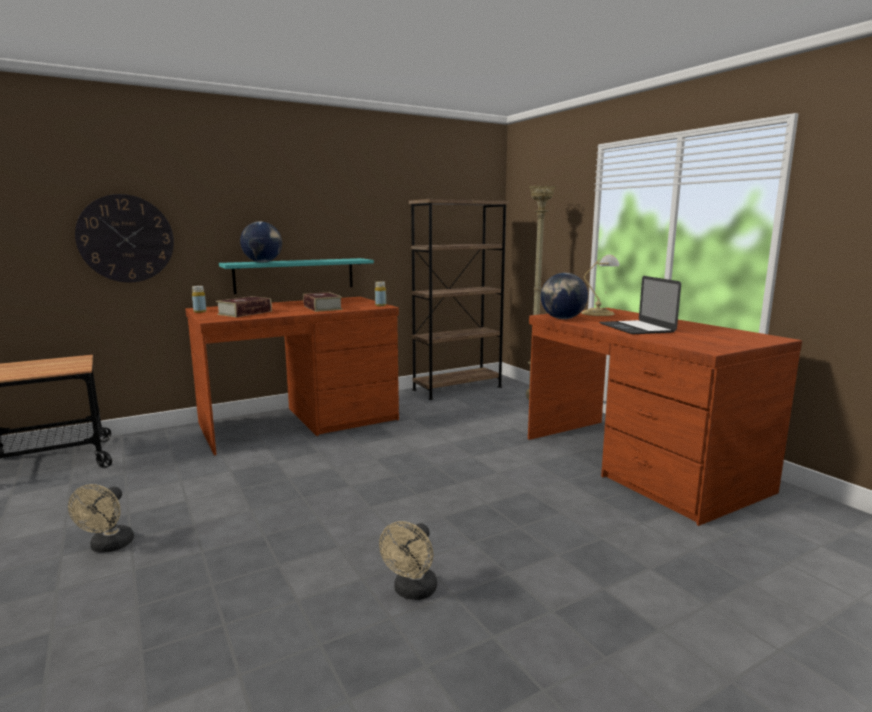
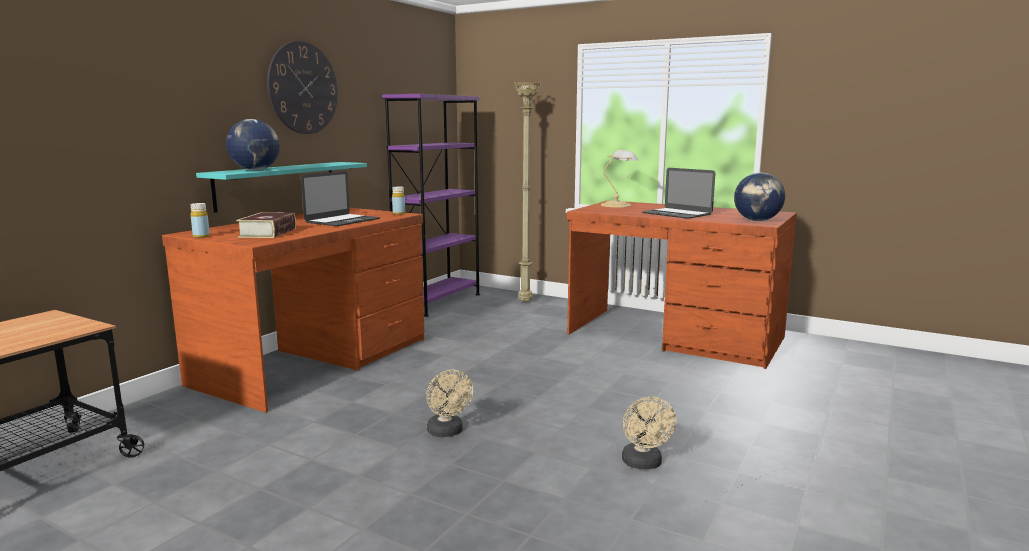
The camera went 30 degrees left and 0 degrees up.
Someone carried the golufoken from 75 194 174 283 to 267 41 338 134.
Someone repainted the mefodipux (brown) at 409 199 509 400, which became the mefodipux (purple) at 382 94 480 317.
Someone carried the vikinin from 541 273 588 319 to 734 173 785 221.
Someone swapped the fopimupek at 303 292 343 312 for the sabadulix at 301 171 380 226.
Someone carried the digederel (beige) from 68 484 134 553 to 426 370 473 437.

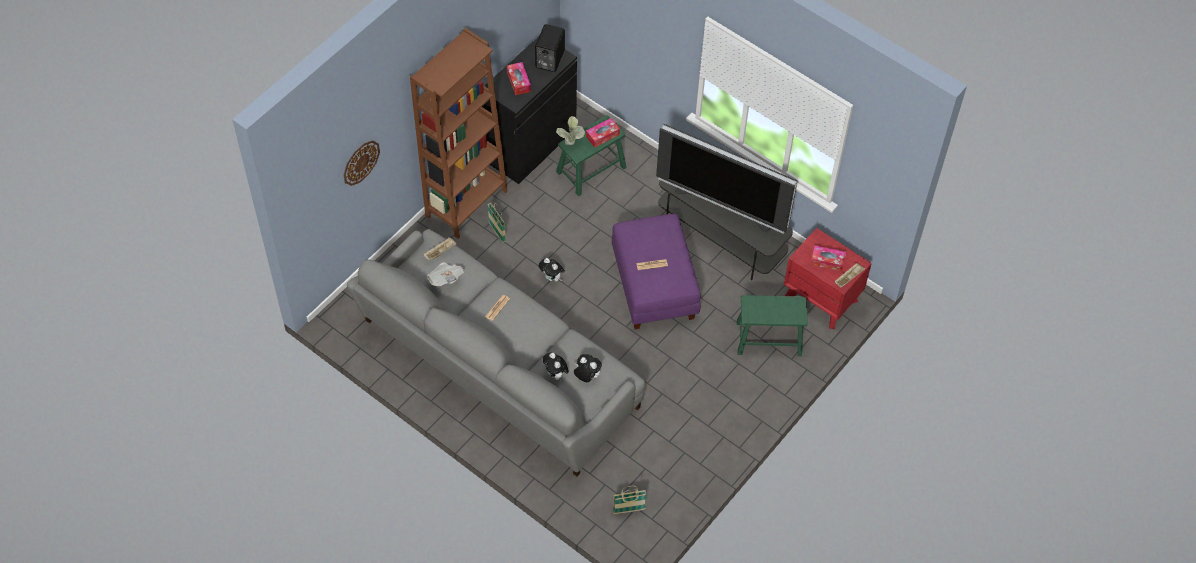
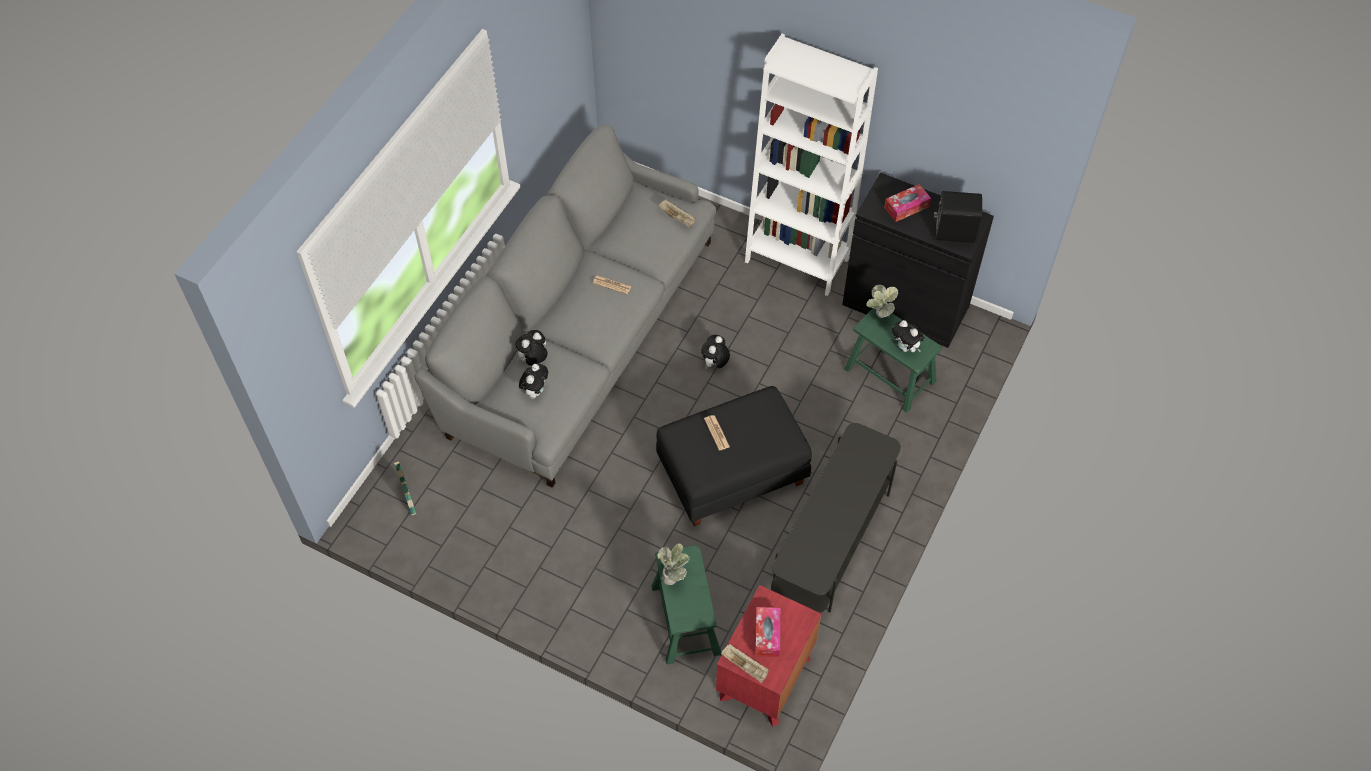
The camera went 80 degrees right and 0 degrees up.
Someone repainted the mefodipux (brown) at 410 28 508 239, which became the mefodipux (white) at 745 34 878 296.
Someone swapped the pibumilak at 586 118 620 148 for the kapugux at 892 320 925 352.
Someone took away the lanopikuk at 656 124 797 234.
Someone took away the golufoken at 344 140 380 186.
Someone took away the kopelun at 488 203 506 243.
Someone repainted the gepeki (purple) at 612 214 701 329, which became the gepeki (black) at 656 386 812 526.
Someone took away the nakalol at 427 262 464 286.
Someone put down the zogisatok at 657 543 690 585.

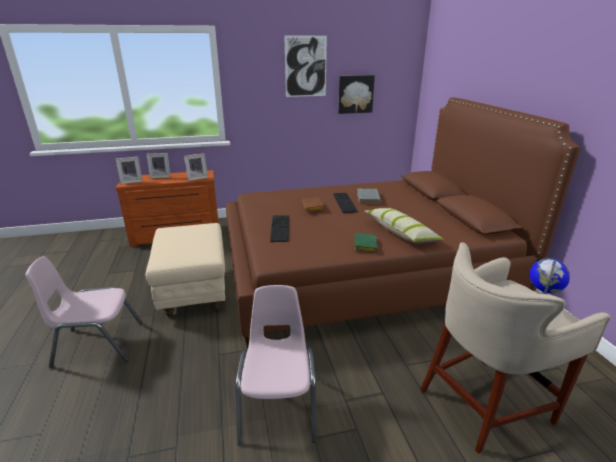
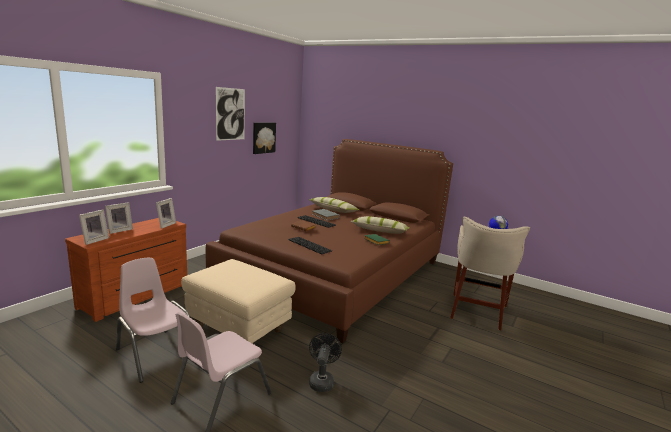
The camera went 45 degrees left and 10 degrees down.
Someone carried the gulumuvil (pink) from 235 285 316 446 to 116 258 190 383.
Someone put down the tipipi at 309 197 359 213.
Someone put down the digederel (black) at 309 333 342 392.

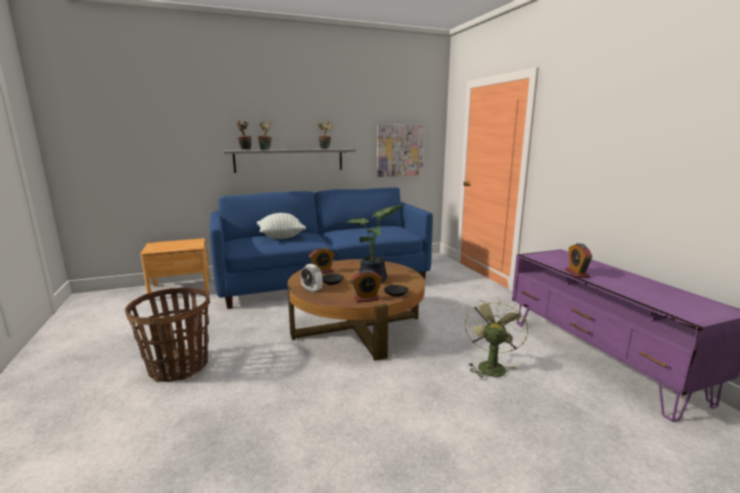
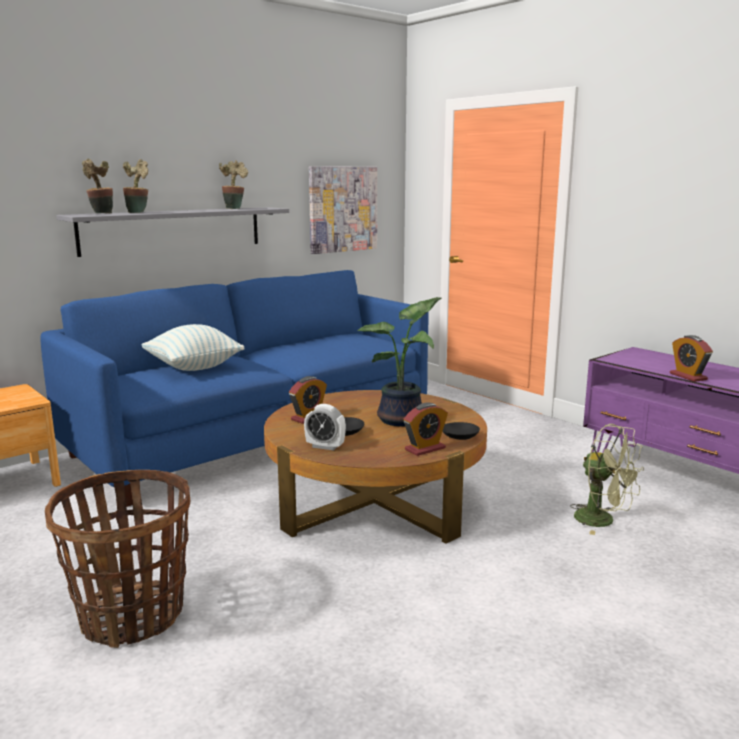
The camera went 20 degrees left and 0 degrees up.
Someone rotated the digederel (green) at 465 298 528 380 by 135 degrees clockwise.

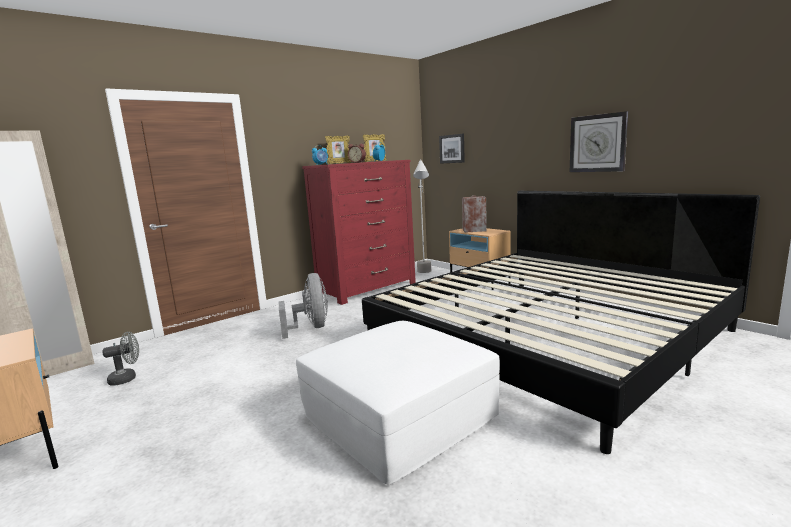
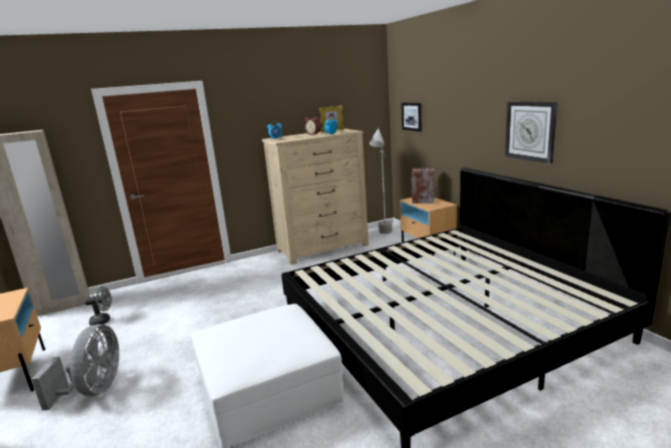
The camera went 15 degrees right and 5 degrees up.
Someone took away the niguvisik at 325 136 351 164.
Someone repainted the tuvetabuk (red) at 302 160 416 305, which became the tuvetabuk (beige) at 262 129 369 265.
Someone carried the digederel (grey) from 279 273 328 339 to 31 324 119 410.

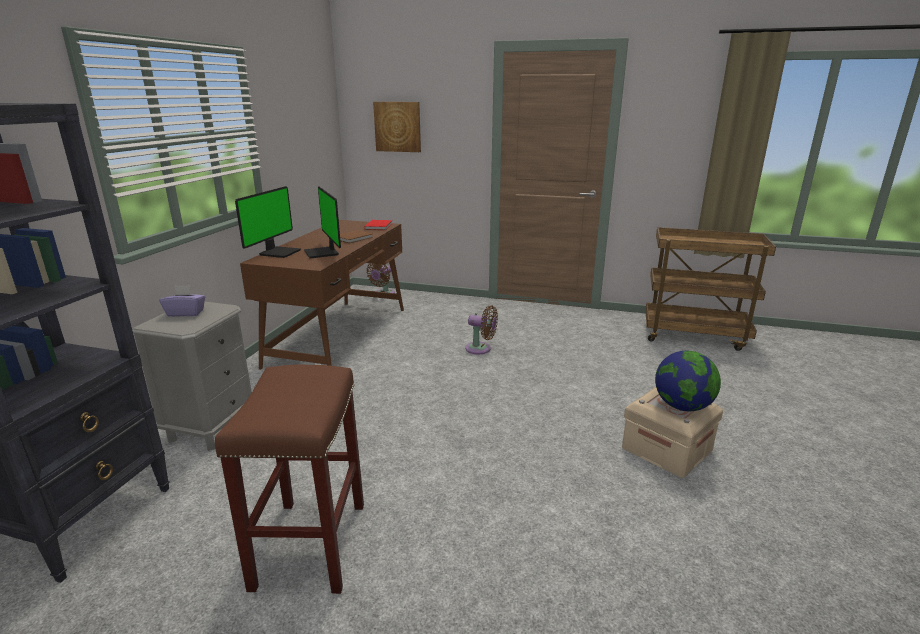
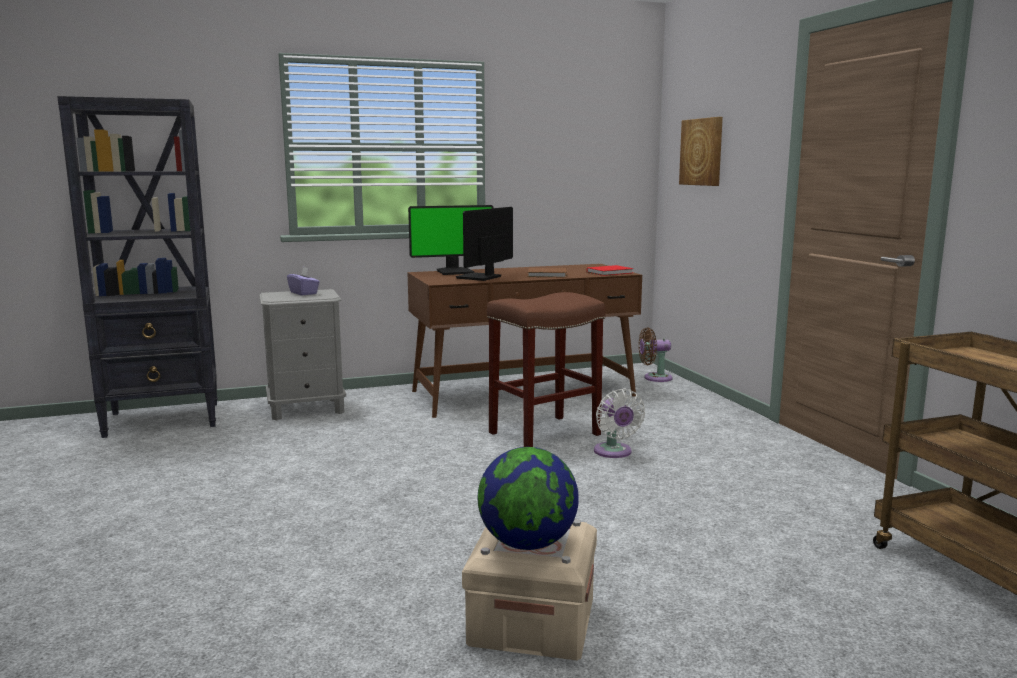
The camera went 55 degrees right and 10 degrees down.
Someone repainted the digederel (brown) at 465 305 498 354, which became the digederel (white) at 594 389 645 458.
Someone carried the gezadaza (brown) from 215 365 364 594 to 487 292 605 447.

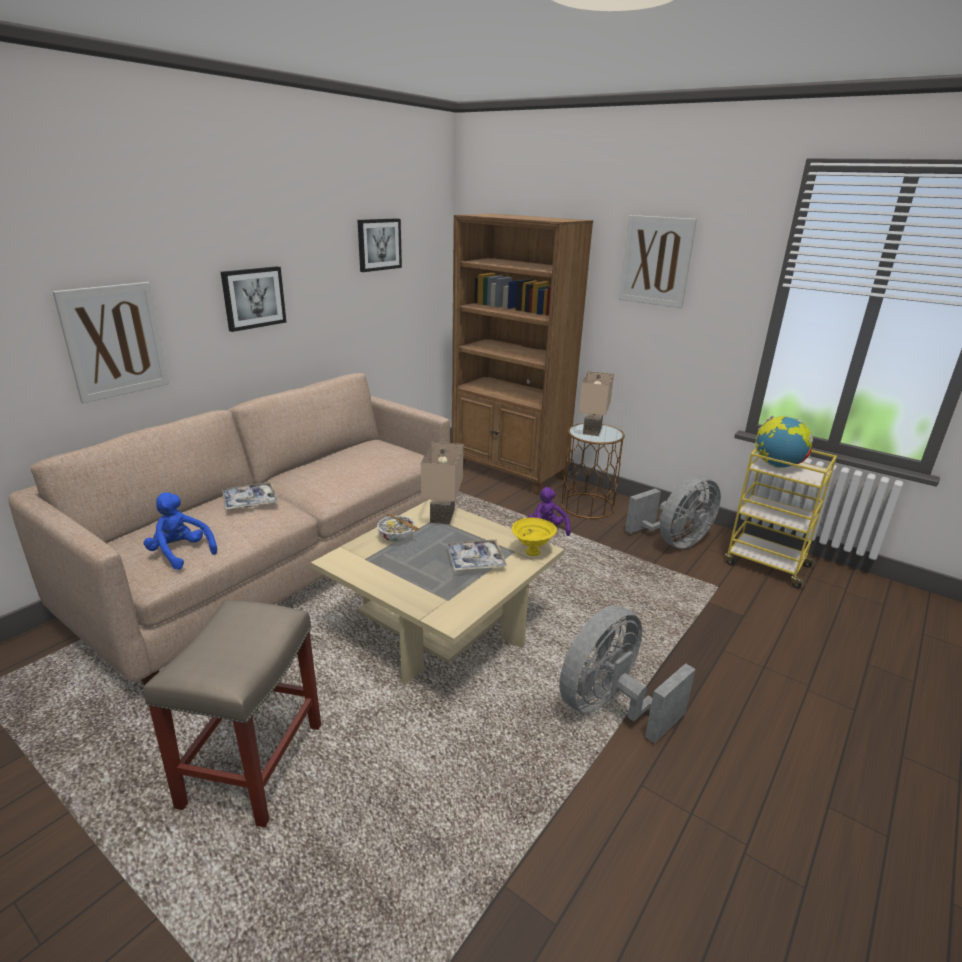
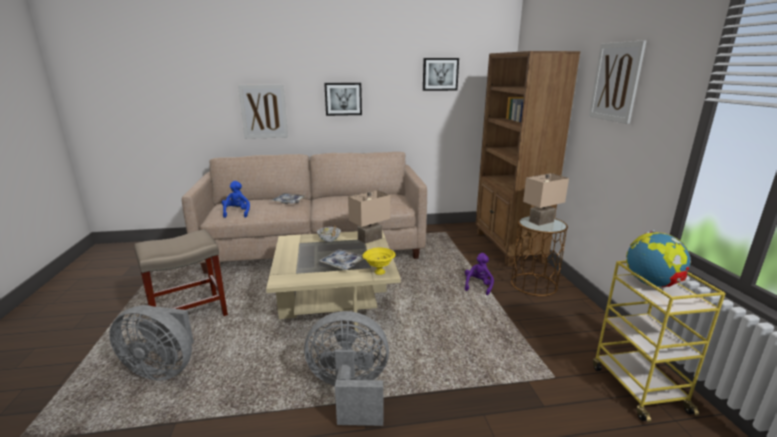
The camera went 45 degrees right and 5 degrees down.
Someone carried the digederel (grey) from 625 476 721 549 to 109 305 194 381.

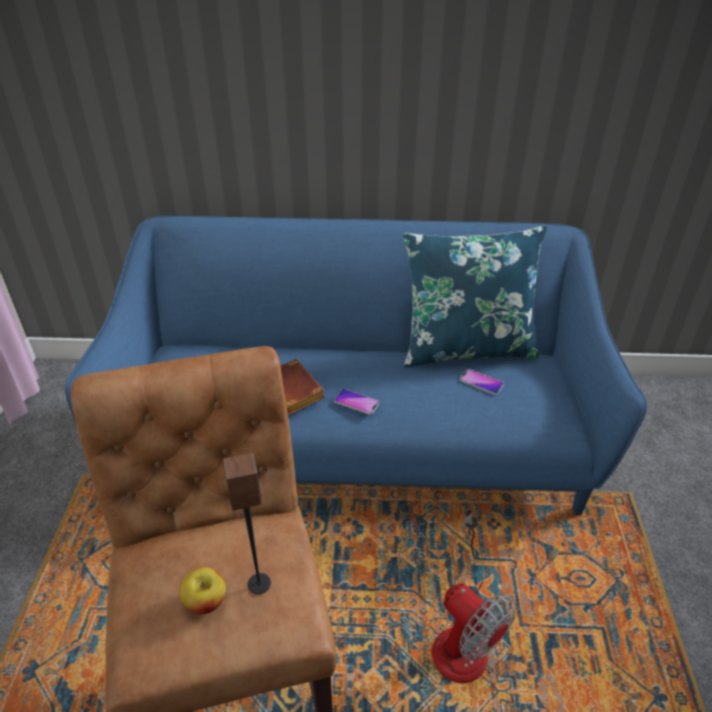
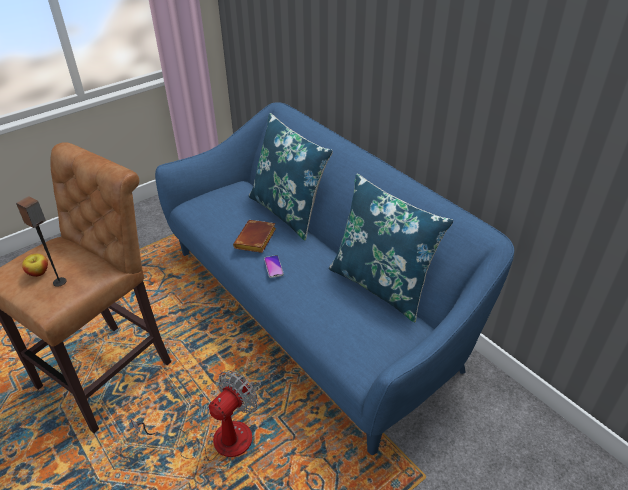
The camera went 50 degrees right and 0 degrees up.
Someone took away the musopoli at 460 369 504 395.
Someone rotated the digederel at 430 513 516 683 by 150 degrees counterclockwise.
Someone put down the tipipi (blue) at 249 113 333 241.

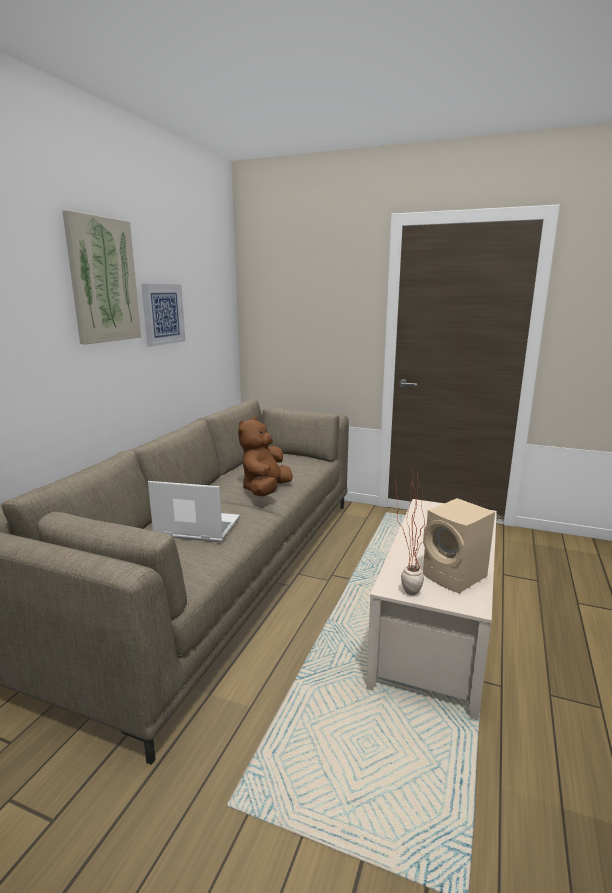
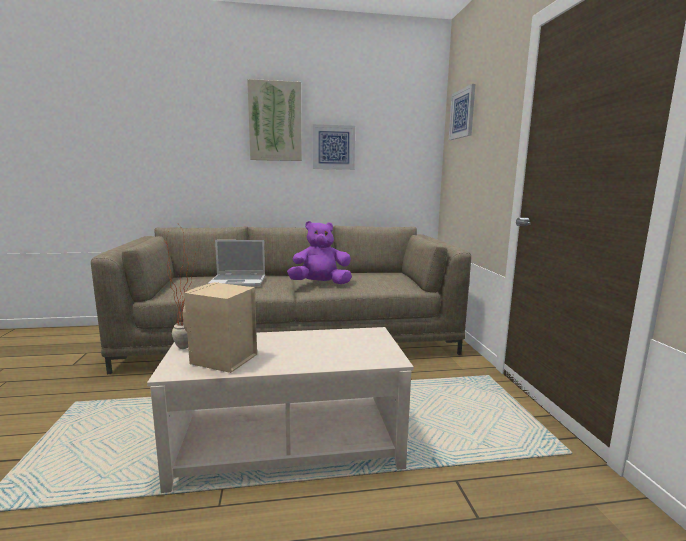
The camera went 60 degrees right and 5 degrees down.
Someone repainted the kapugux (brown) at 238 417 293 496, which became the kapugux (purple) at 287 221 352 284.
Someone rotated the sabadulix at 148 481 240 542 by 105 degrees clockwise.
Someone put up the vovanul at 449 84 475 140.

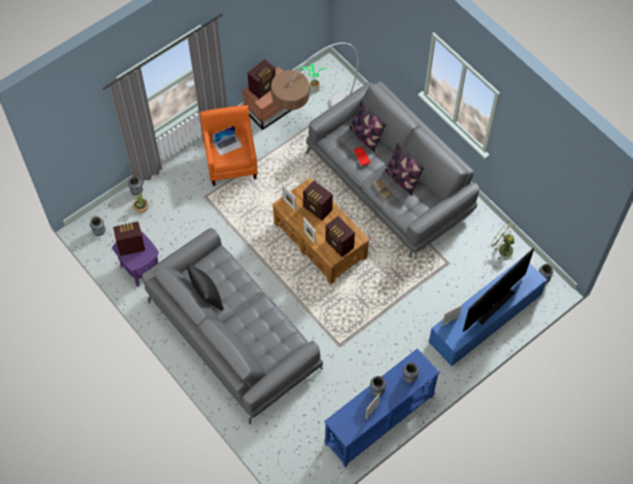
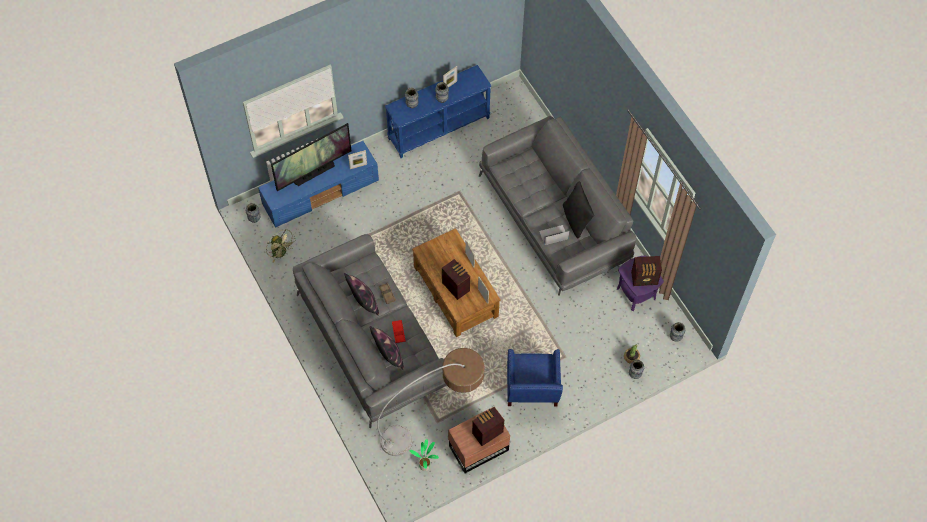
The camera went 170 degrees left and 0 degrees up.
Someone repainted the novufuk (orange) at 200 105 258 186, which became the novufuk (blue) at 507 349 563 407.
Someone carried the sabadulix from 212 125 242 156 to 539 225 569 245.
Someone took away the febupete at 326 216 355 257.

